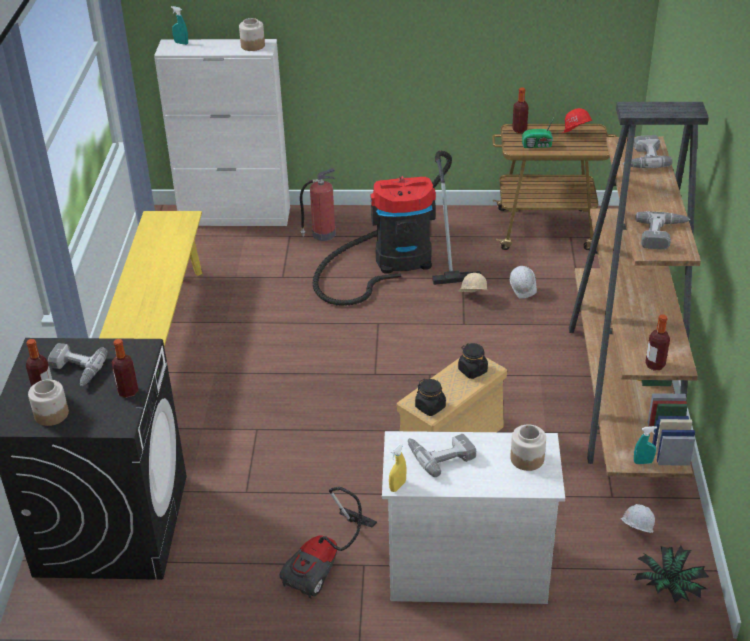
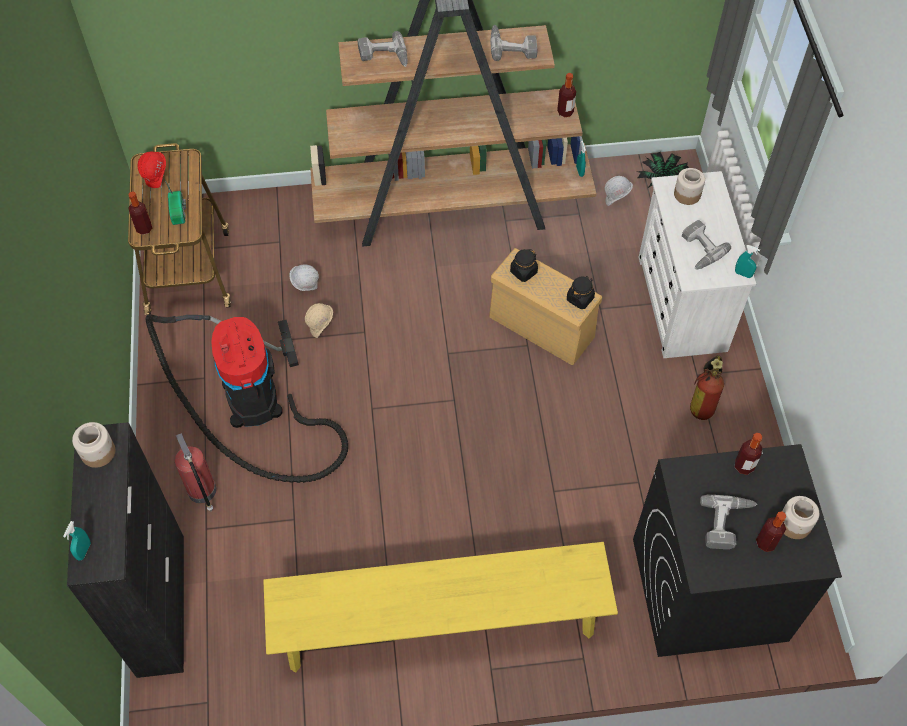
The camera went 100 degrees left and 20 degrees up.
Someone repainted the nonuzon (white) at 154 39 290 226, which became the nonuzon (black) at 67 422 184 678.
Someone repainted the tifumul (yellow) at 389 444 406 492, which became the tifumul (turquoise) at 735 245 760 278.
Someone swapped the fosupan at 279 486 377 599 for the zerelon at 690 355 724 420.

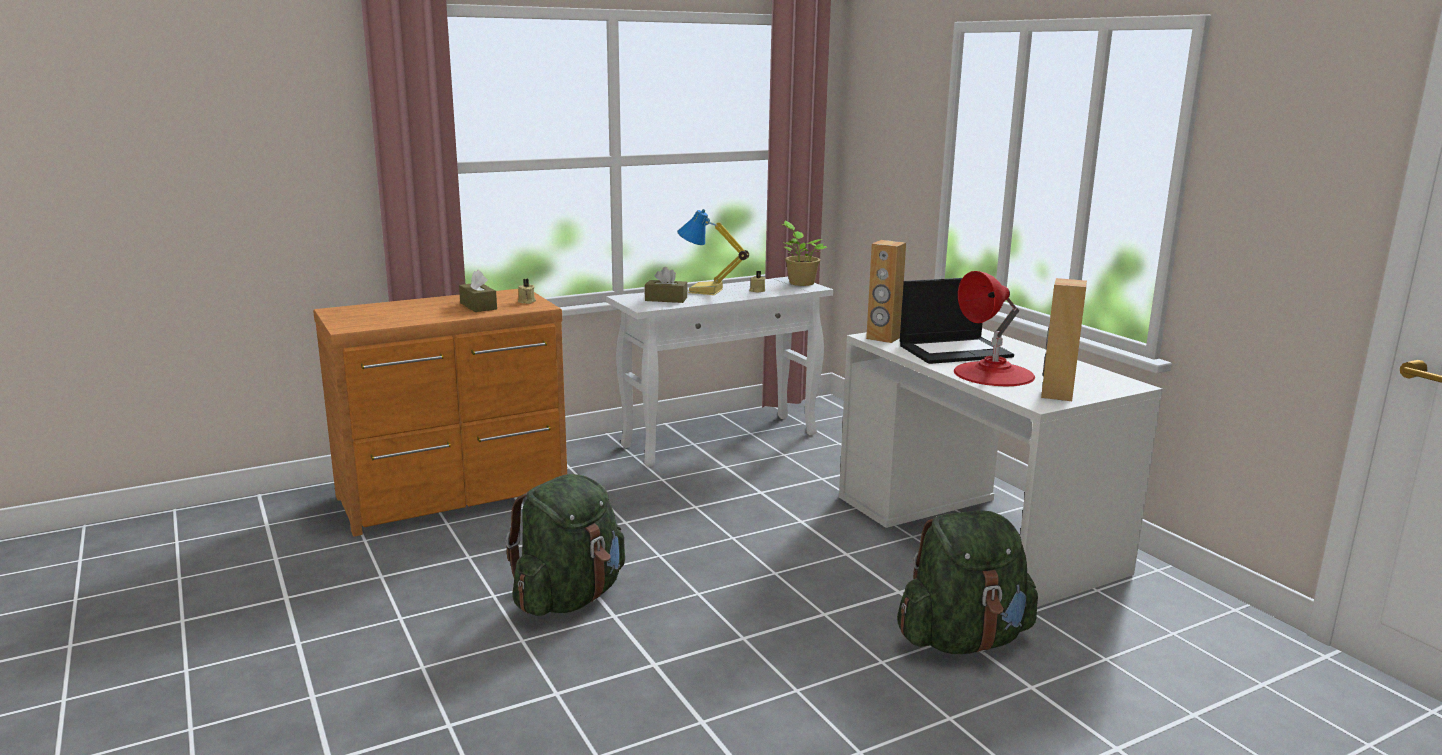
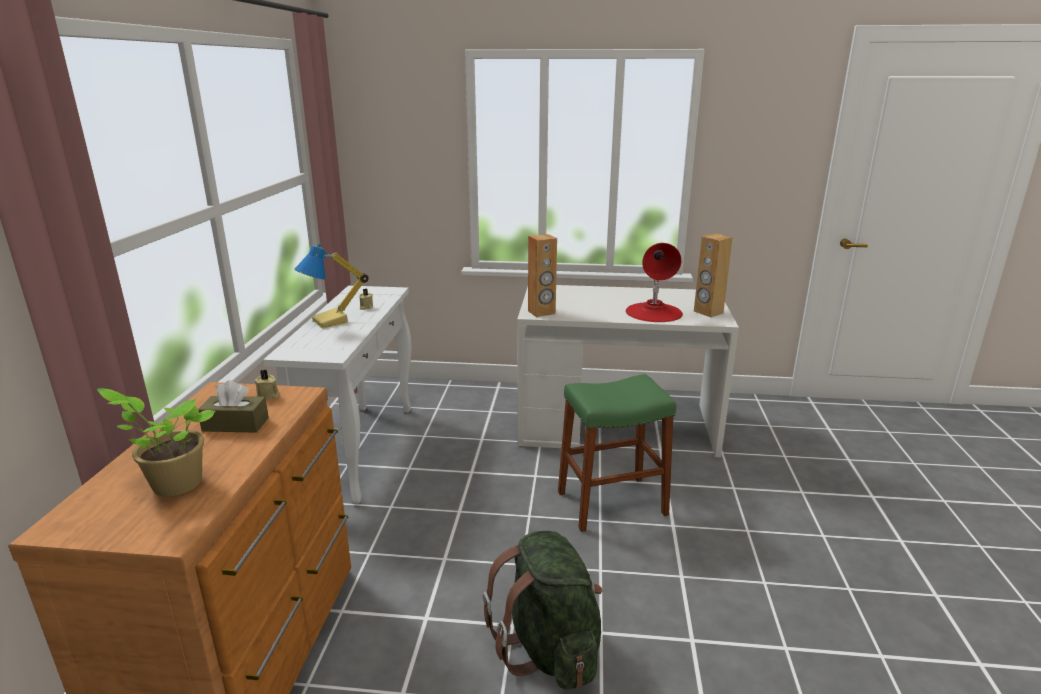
The camera went 55 degrees left and 5 degrees up.
Someone carried the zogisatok from 782 221 827 286 to 97 388 216 497.
Someone took away the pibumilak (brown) at 645 267 687 303.
Someone took away the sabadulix at 900 278 1014 364.
Someone took away the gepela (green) at 897 510 1038 654.
Someone put down the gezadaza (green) at 558 374 676 532.

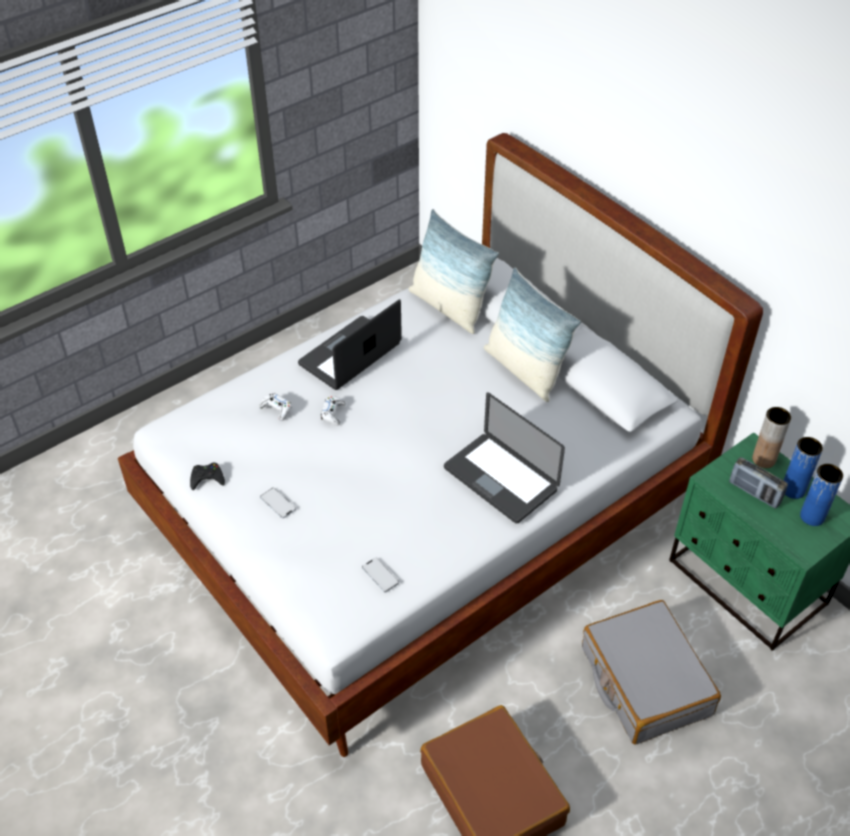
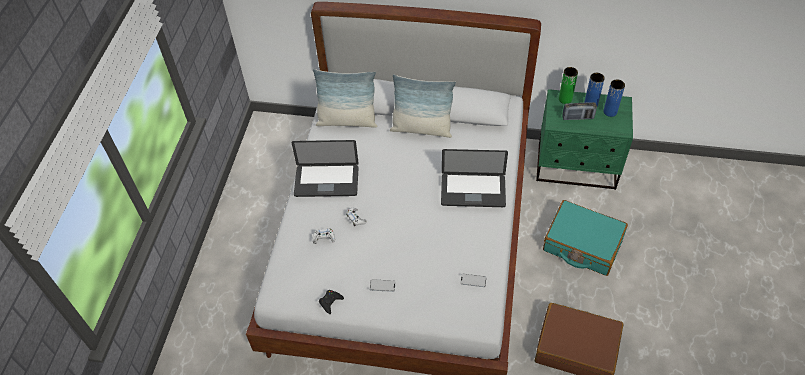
The camera went 40 degrees left and 5 degrees up.
Someone rotated the sabadulix at 298 299 402 390 by 90 degrees counterclockwise.
Someone repainted the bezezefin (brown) at 752 407 791 468, which became the bezezefin (green) at 559 67 578 104.
Someone repainted the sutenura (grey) at 582 600 721 745, which became the sutenura (turquoise) at 543 200 628 276.

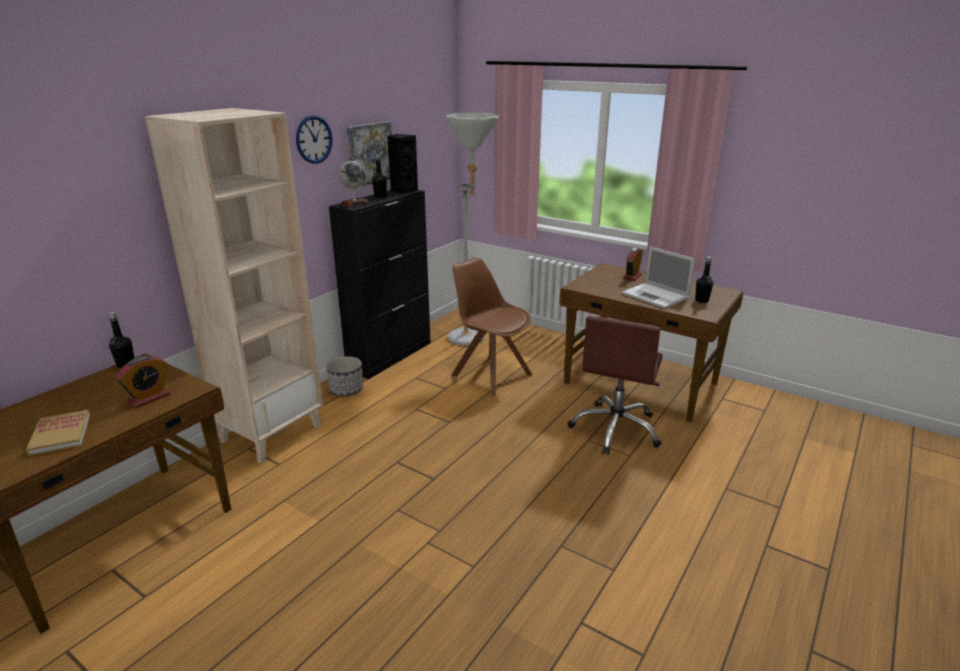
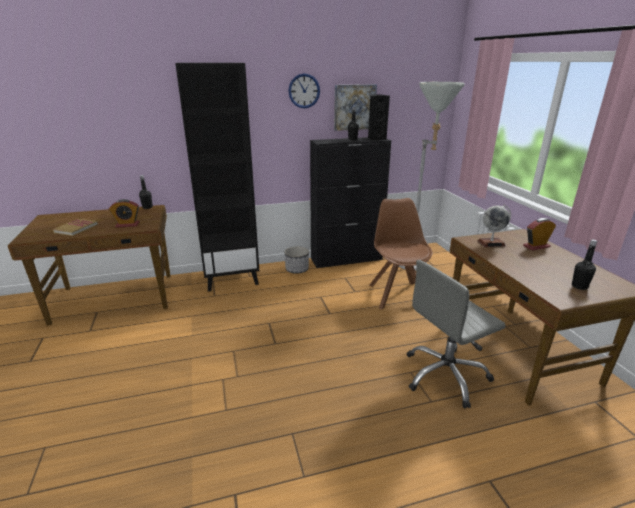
The camera went 40 degrees right and 0 degrees up.
Someone repainted the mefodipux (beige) at 145 108 323 463, which became the mefodipux (black) at 175 63 259 291.
Someone carried the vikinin from 339 159 370 208 to 477 205 511 247.
Someone took away the sabadulix at 622 247 695 309.
Someone repainted the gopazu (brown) at 568 316 663 455, which became the gopazu (grey) at 407 260 506 409.

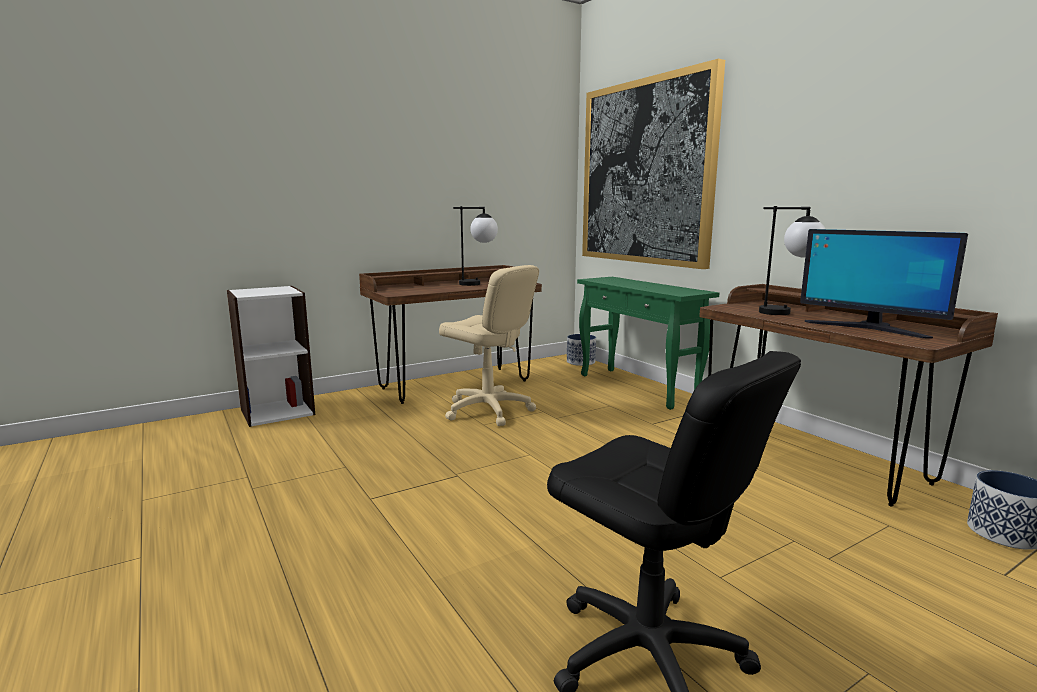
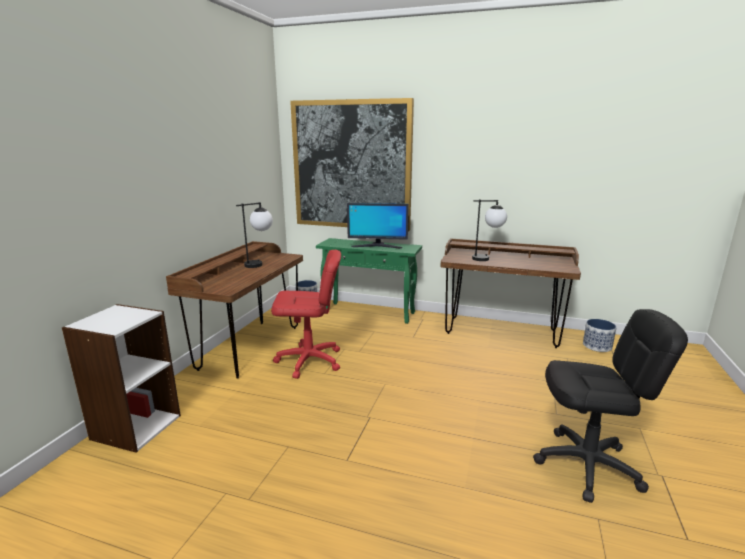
The camera went 40 degrees left and 5 degrees up.
Someone carried the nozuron from 800 229 968 339 to 347 203 409 248.
Someone repainted the gopazu (beige) at 439 265 539 426, which became the gopazu (red) at 271 250 341 379.

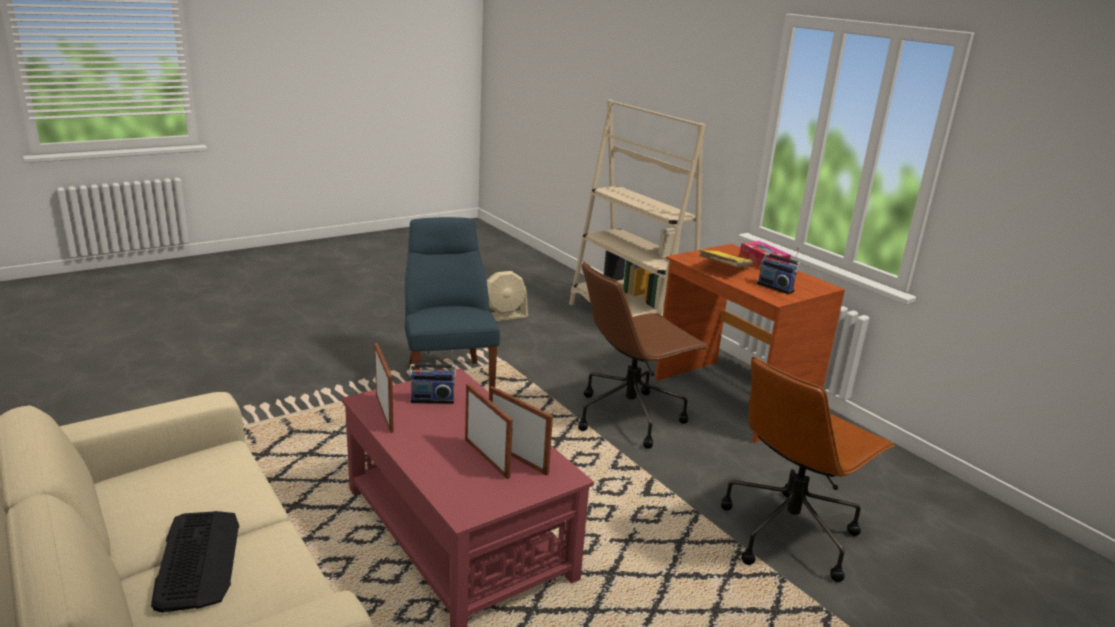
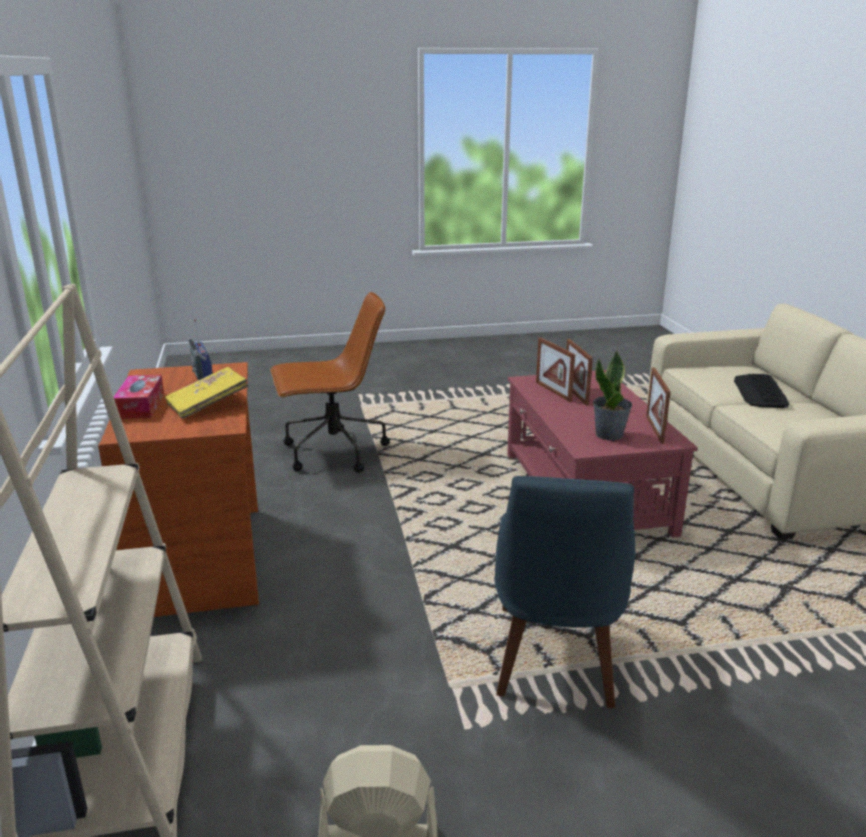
The camera went 155 degrees left and 0 degrees up.
Someone took away the gopazu (brown) at 578 262 709 449.
Someone swapped the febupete at 409 350 456 404 for the zogisatok at 593 351 632 440.

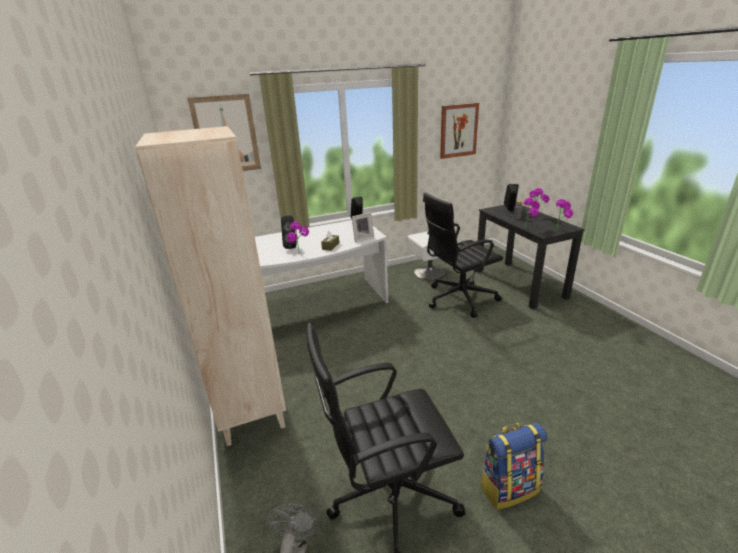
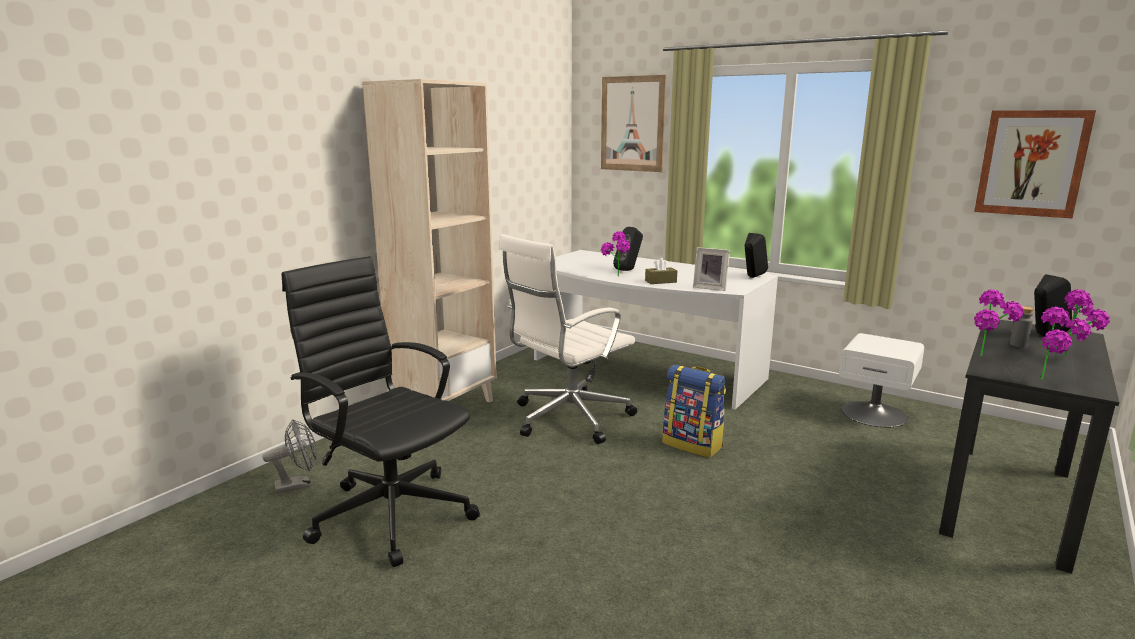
The camera went 55 degrees right and 10 degrees down.
Someone took away the gopazu (black) at 423 192 503 318.
Someone carried the gepela from 480 422 547 510 to 662 365 726 458.
Someone put down the gopazu (white) at 499 234 637 444.

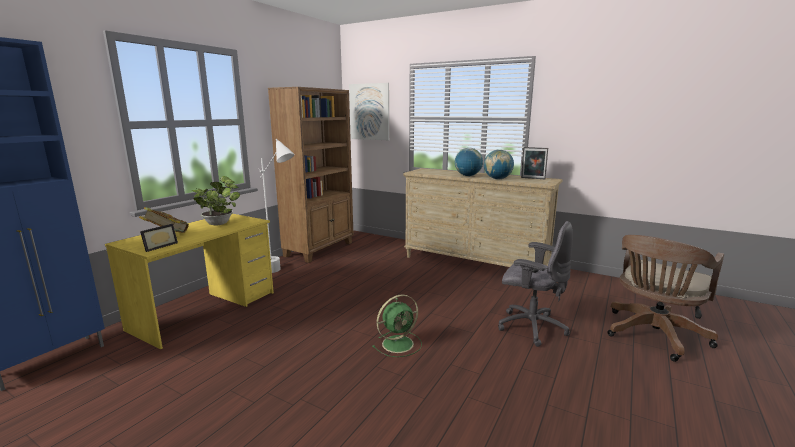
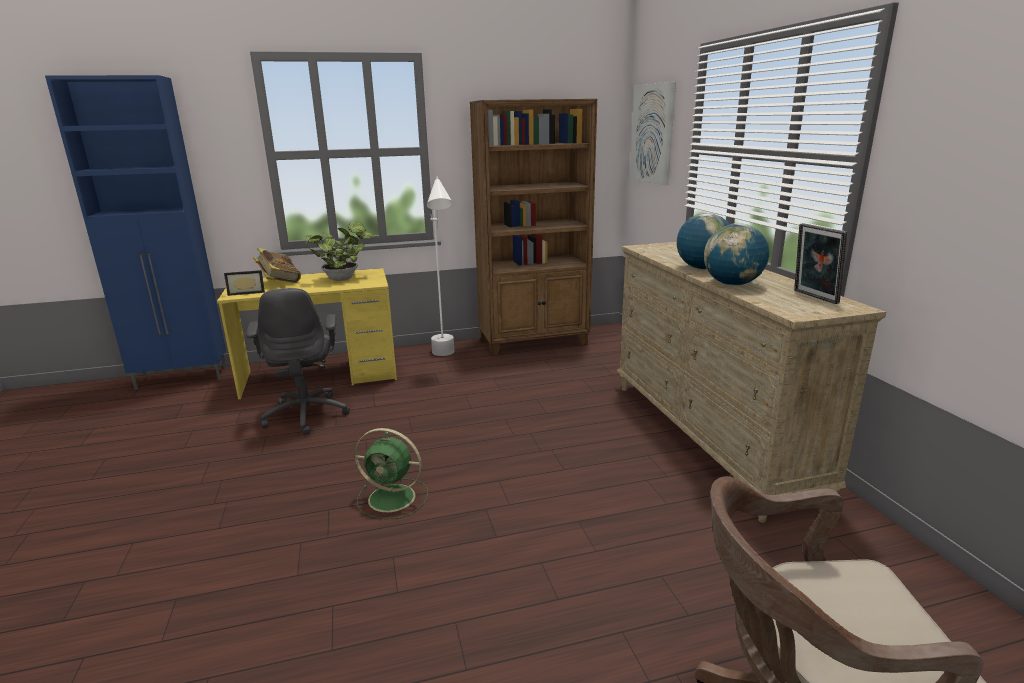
The camera went 45 degrees right and 5 degrees up.
Someone carried the gopazu (grey) from 498 221 573 347 to 246 288 350 435.

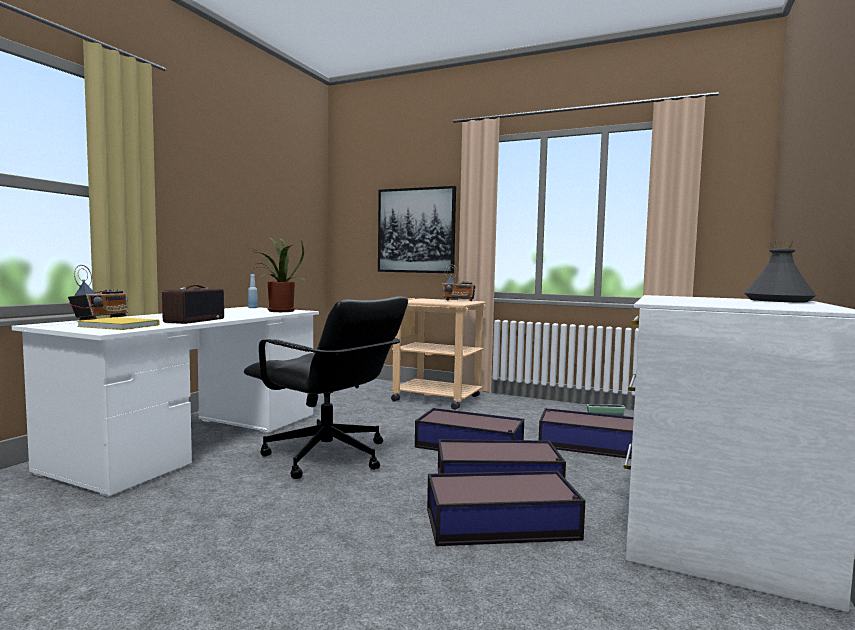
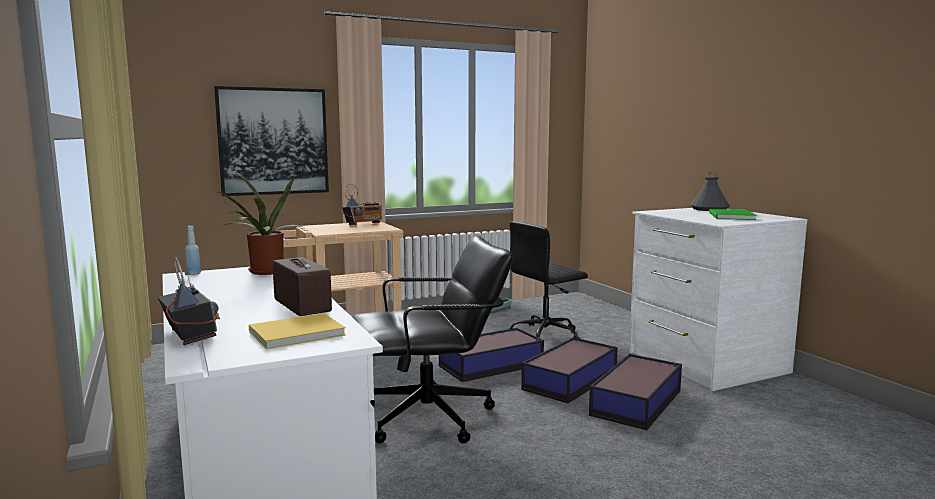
The camera went 50 degrees left and 5 degrees up.
Someone swapped the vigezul at 539 408 634 459 for the gopazu (black) at 508 222 588 339.
Someone put down the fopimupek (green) at 709 209 757 220.

